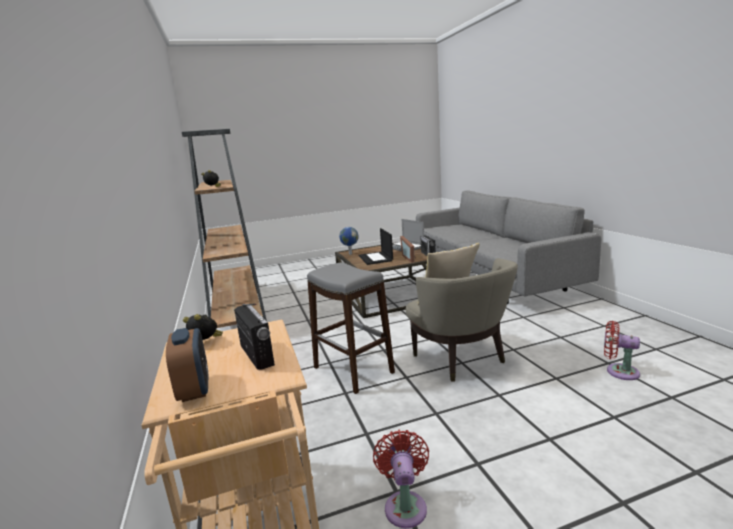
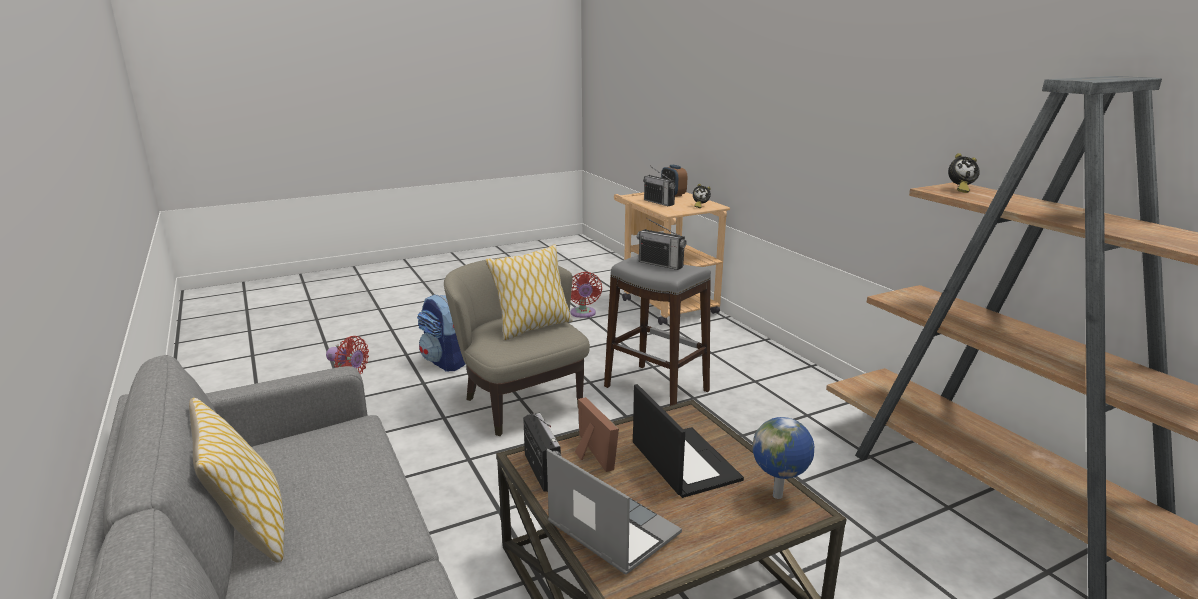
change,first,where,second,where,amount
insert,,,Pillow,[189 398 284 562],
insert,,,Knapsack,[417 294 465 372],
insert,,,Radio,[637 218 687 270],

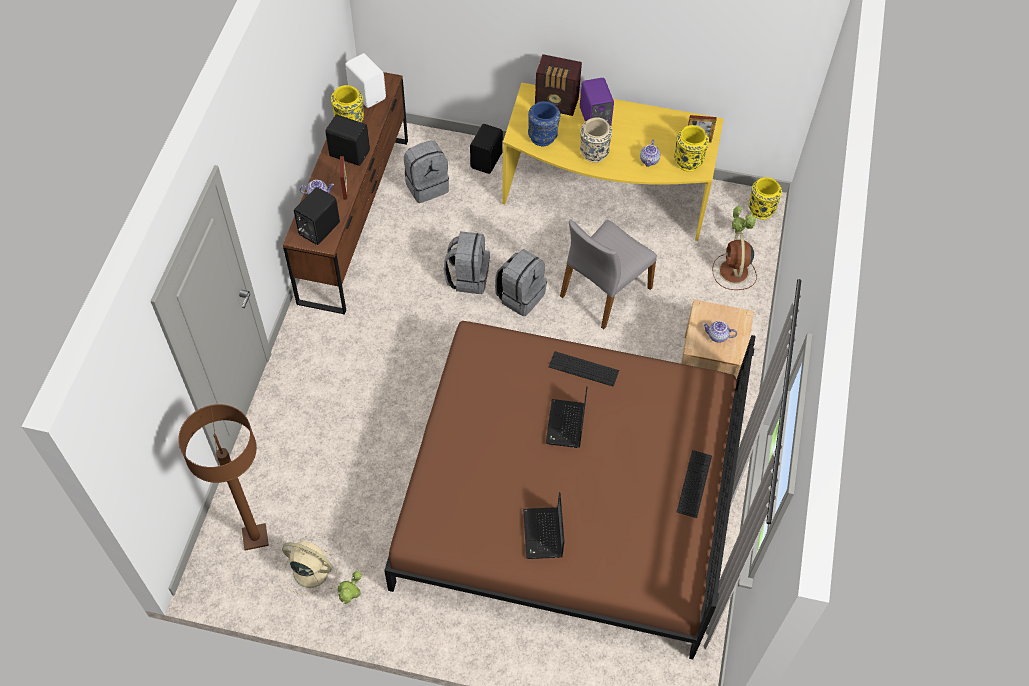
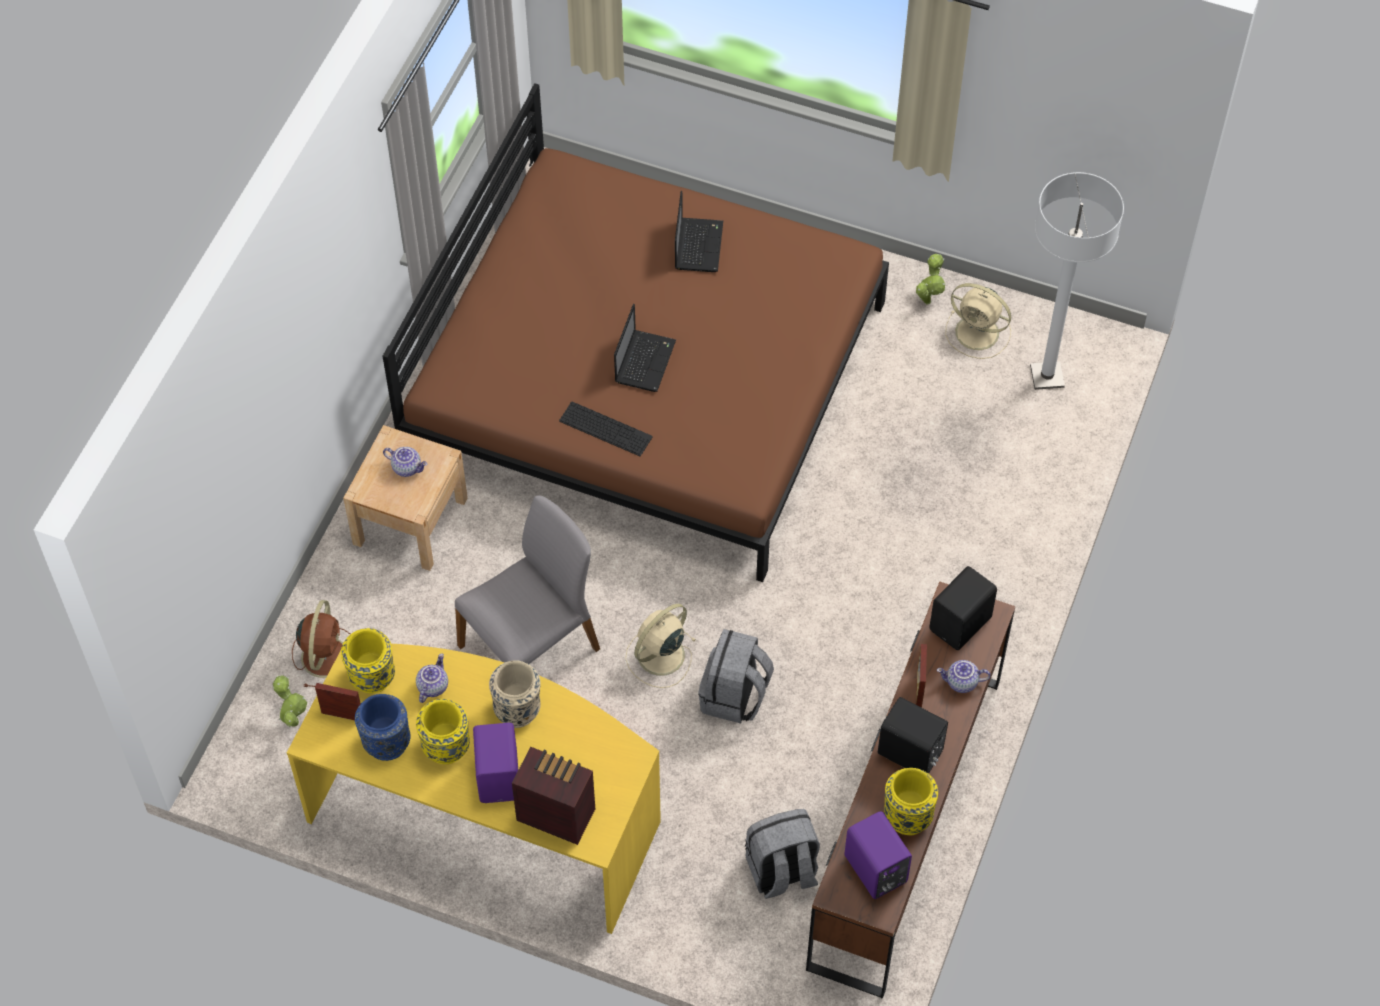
change,first,where,second,where,amount
move,BlueVase,[528 101 560 146],,[355 694 411 761],
move,YellowishVase,[749 177 782 219],,[416 699 470 764],
replace,GreyishKnapsack,[495 249 547 316],BeigeCoolingFan,[625 604 696 688],
recolor,WhiteSpeaker,[345 53 386 108],PurpleColouredSpeaker,[844 811 912 899],
recolor,BrownishStandardLamp,[178 404 269 551],WhiteStandardLamp,[1030 172 1124 390],
delete,BlackColouredSpeaker,[470 124 503 174],,,
delete,PcKeyboard,[677 450 712 518],,,

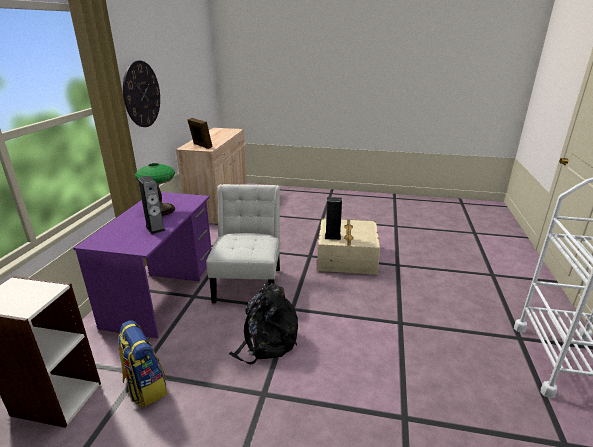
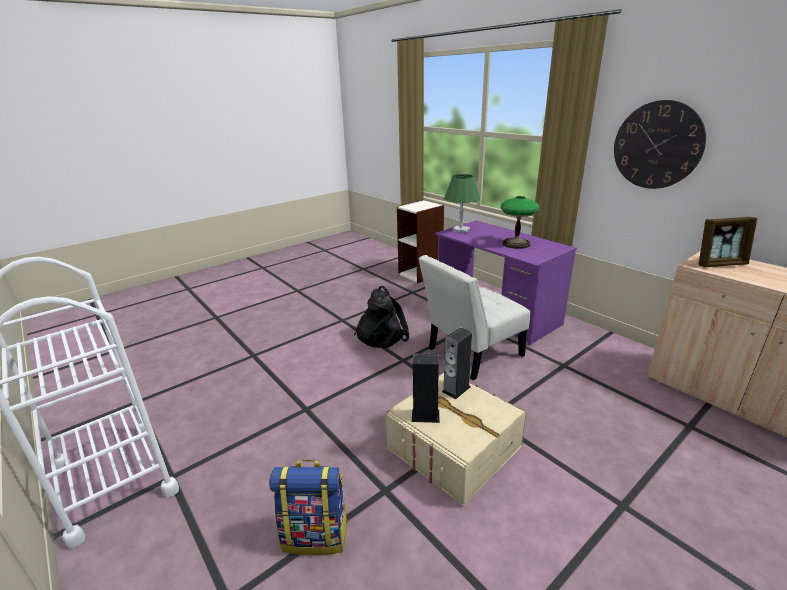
change,first,where,second,where,amount
move,Knapsack,[118 320 167 407],,[269 460 348 555],
move,Speaker,[138 176 165 234],,[412 354 440 423],
rotate,WhitePlainChair,[206 184 280 303],,[419 255 530 380],105 degrees clockwise
insert,,,GreenishTableLamp,[444 174 480 233],

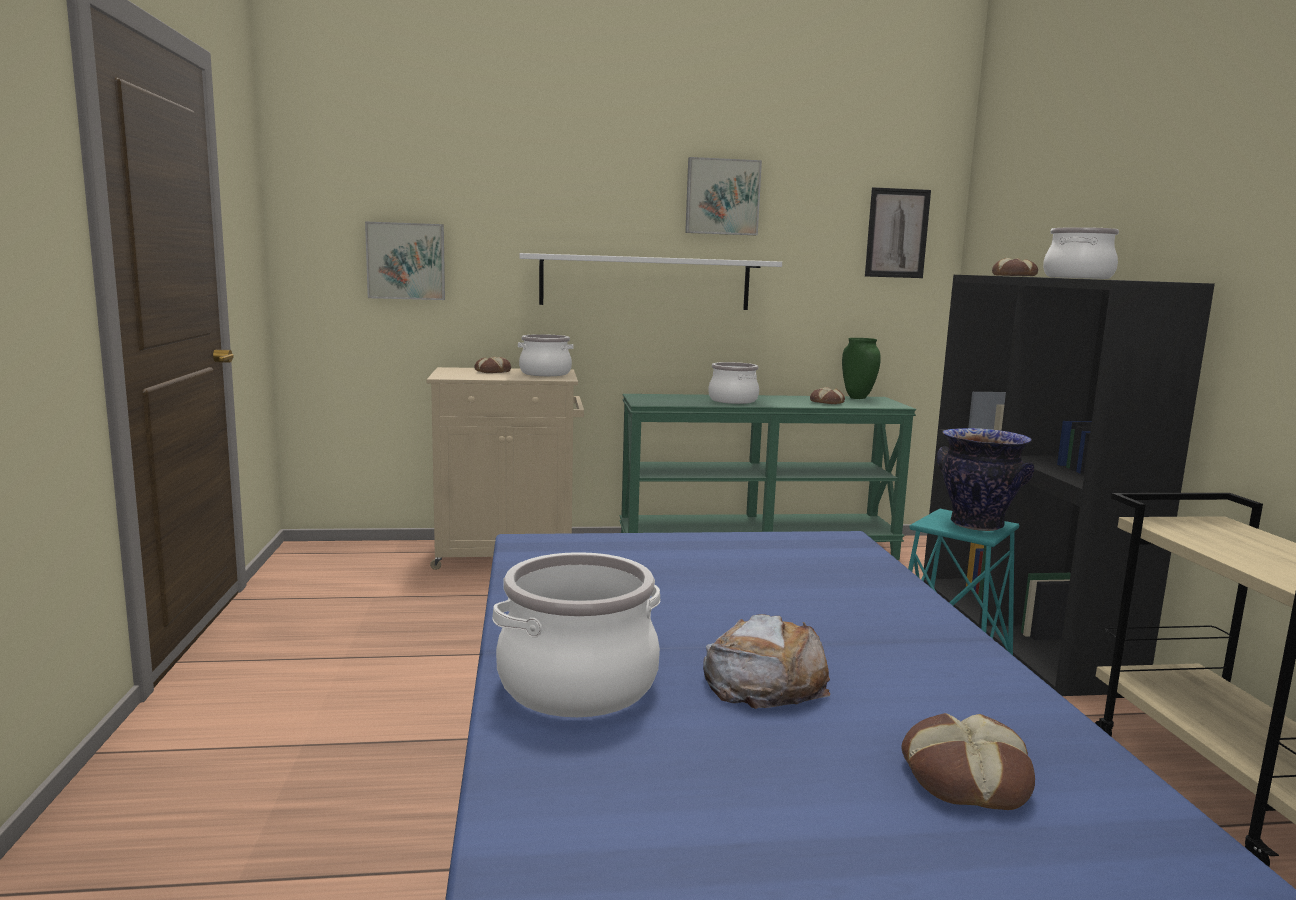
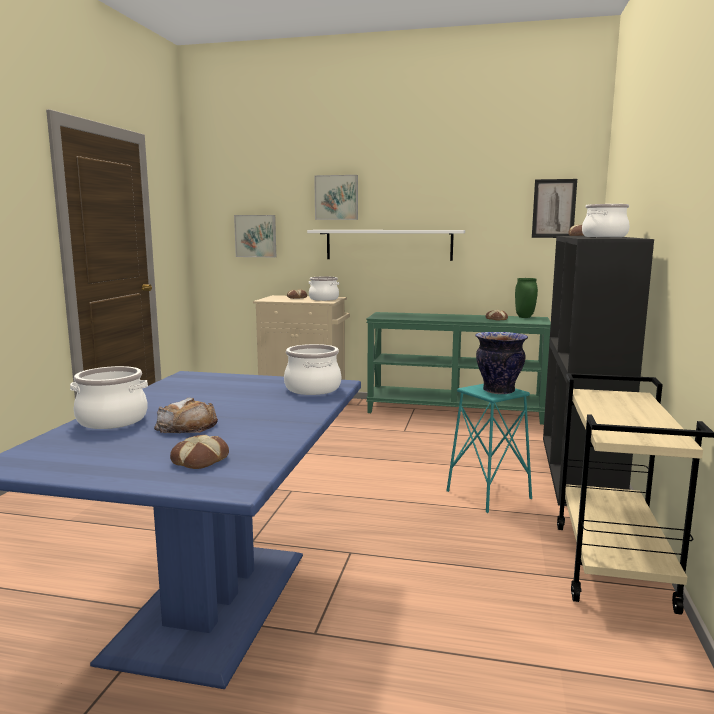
change,first,where,second,where,amount
move,Stockpot,[708 362 759 404],,[284 344 341 395],
move,Picture,[685 157 762 235],,[314 175 358 220],

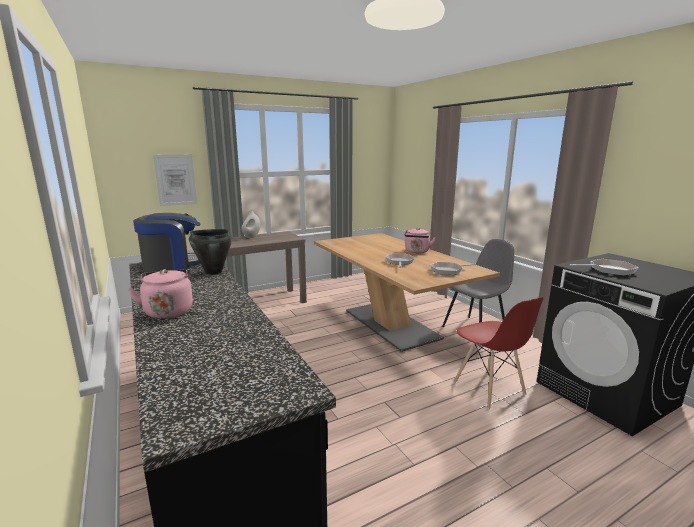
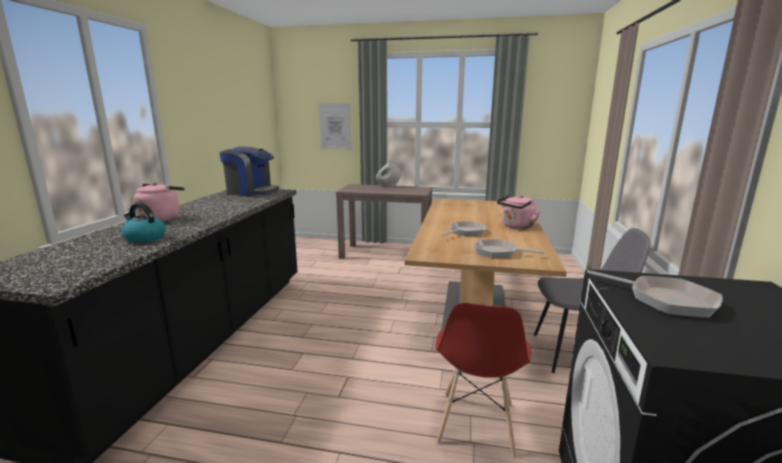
change,first,where,second,where,amount
insert,,,Kettle,[122 203 166 243],
delete,BlackColouredStockpot,[189 229 232 275],,,

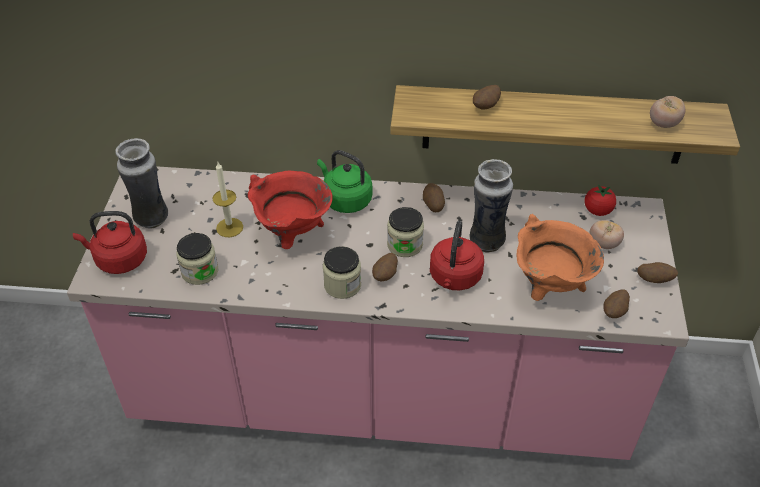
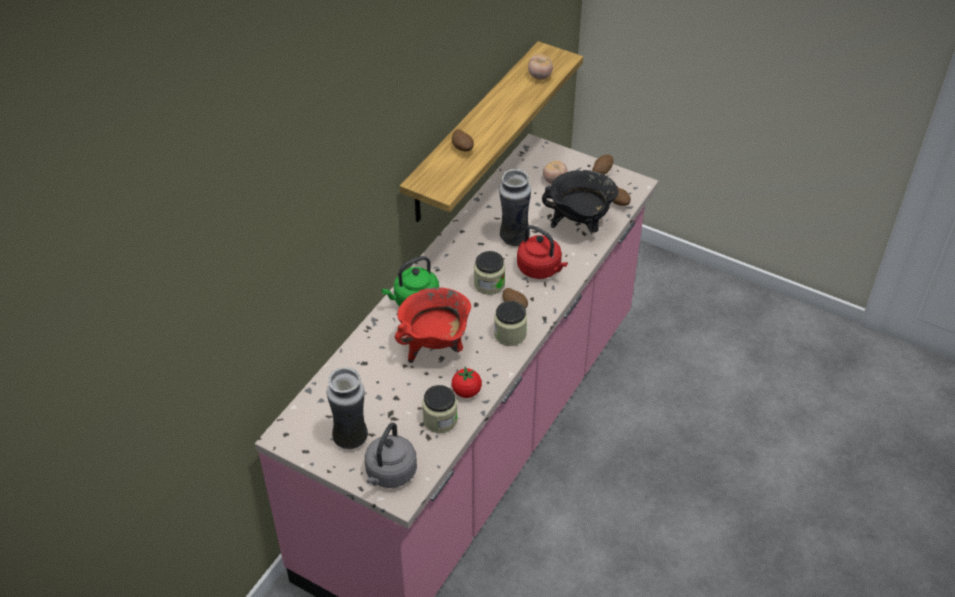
change,first,where,second,where,amount
recolor,ReddishKettle,[73 211 147 274],GreyishKettle,[365 422 417 488],
move,FreshTomato,[584 184 616 216],,[452 367 482 398],
recolor,OrangeyStockpot,[517 214 604 301],BlackColouredStockpot,[542 170 619 233],
delete,WaxCandle,[212 162 243 237],,,
delete,WholePotato,[423 183 445 212],,,

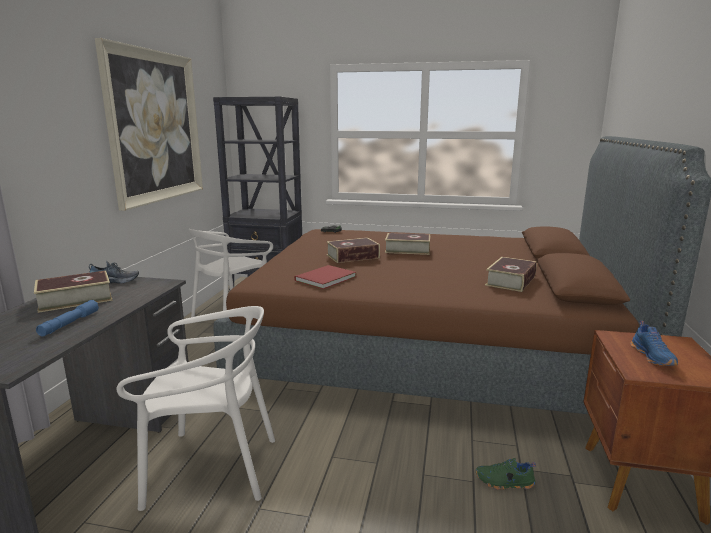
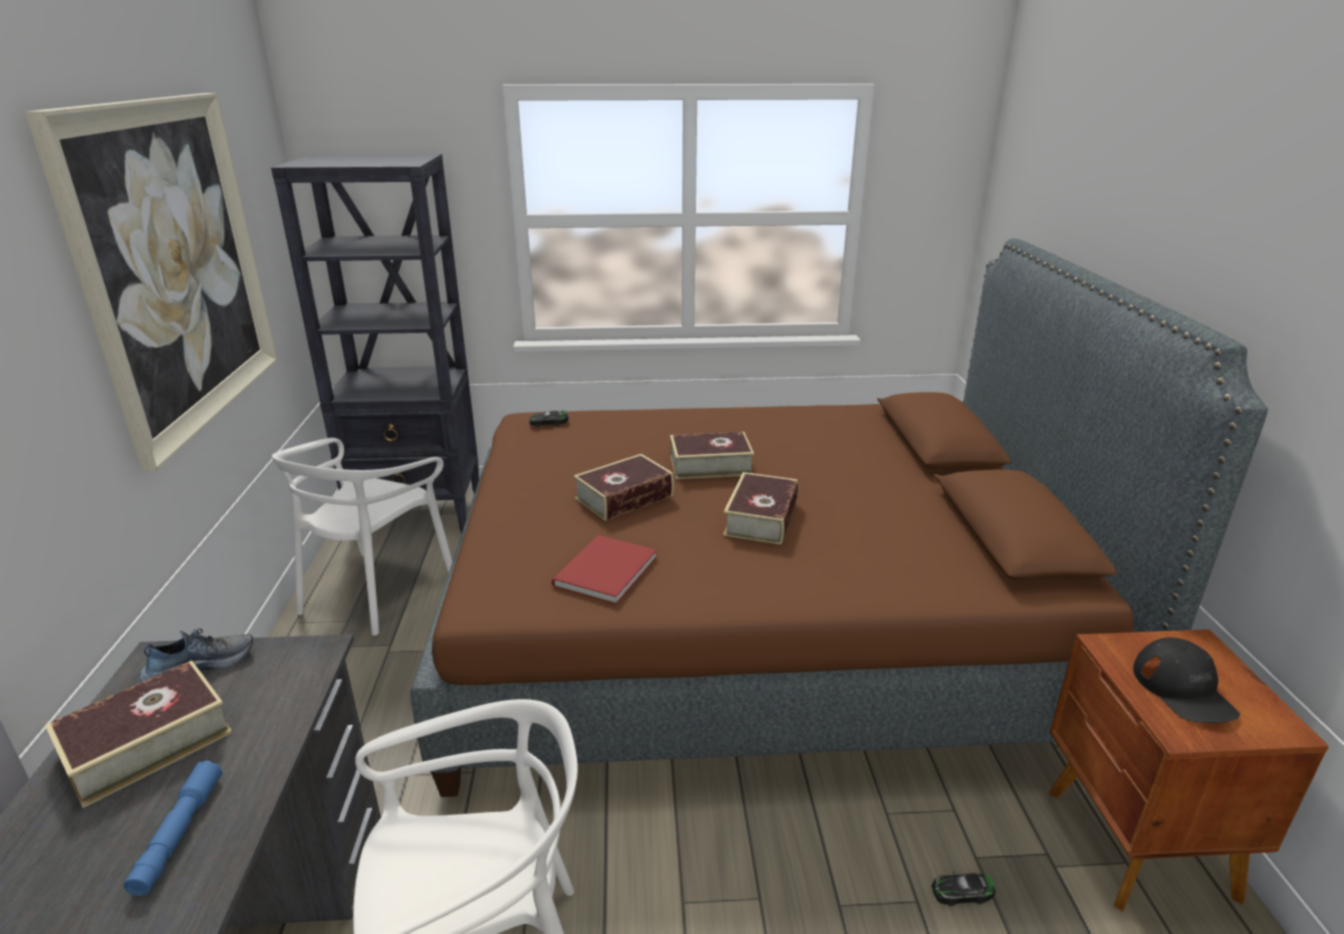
change,first,where,second,where,amount
move,Volume,[485 257 537 292],,[723 472 798 545],
replace,GreenishShoe,[476 458 536 490],ModelCar,[932 871 996 906],
replace,BlueShoe,[631 321 678 366],BlackColouredBaseballCap,[1133 637 1240 723],

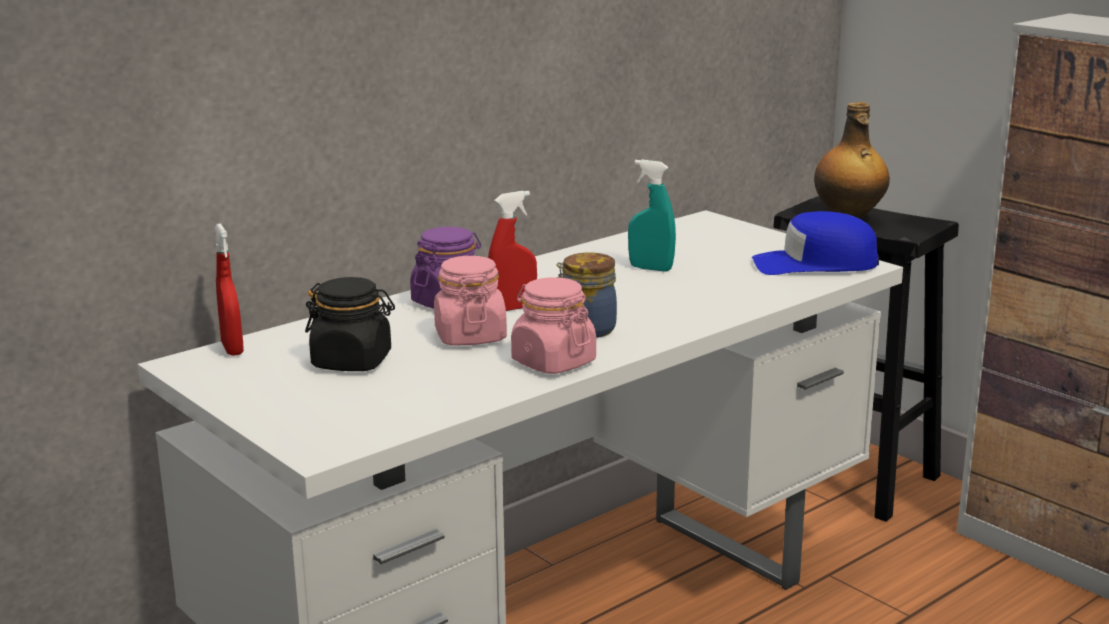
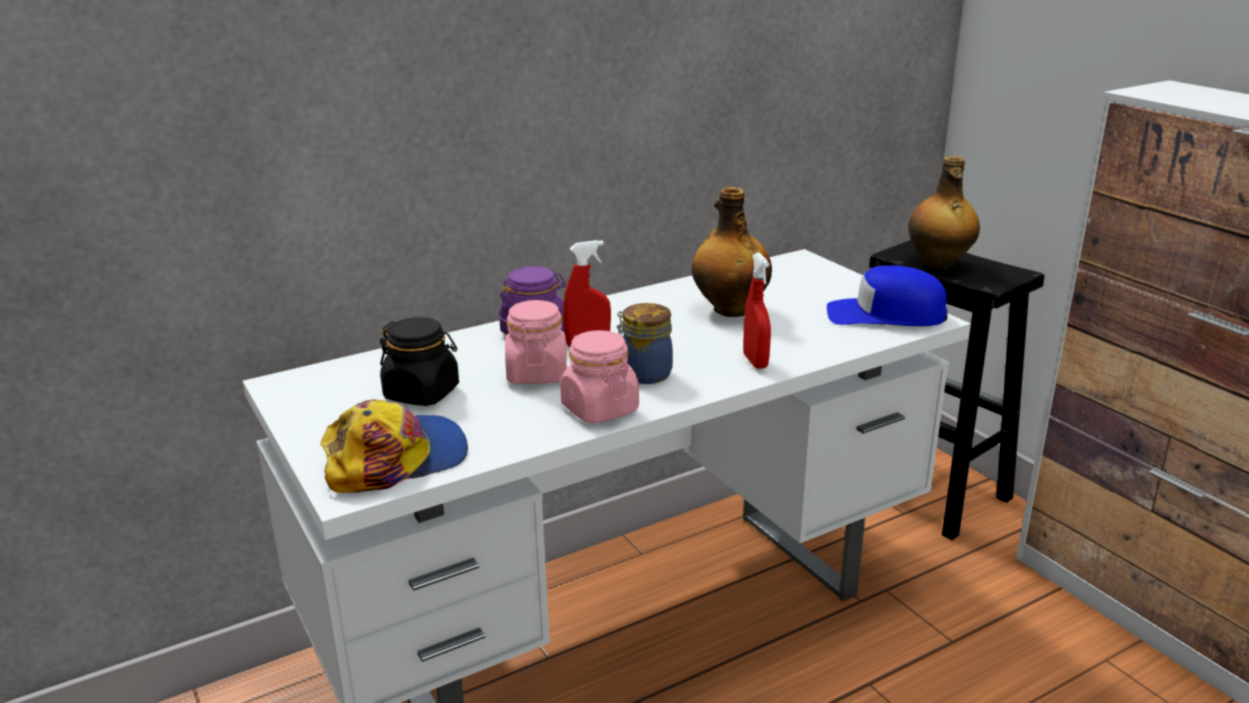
change,first,where,second,where,amount
insert,,,BaseballCap,[320 399 468 493],
replace,BlueGreenHandSprayer,[628 160 676 272],DrinkBottle,[692 187 772 317],
move,ReddishHandSprayer,[215 224 244 356],,[743 253 771 369],

